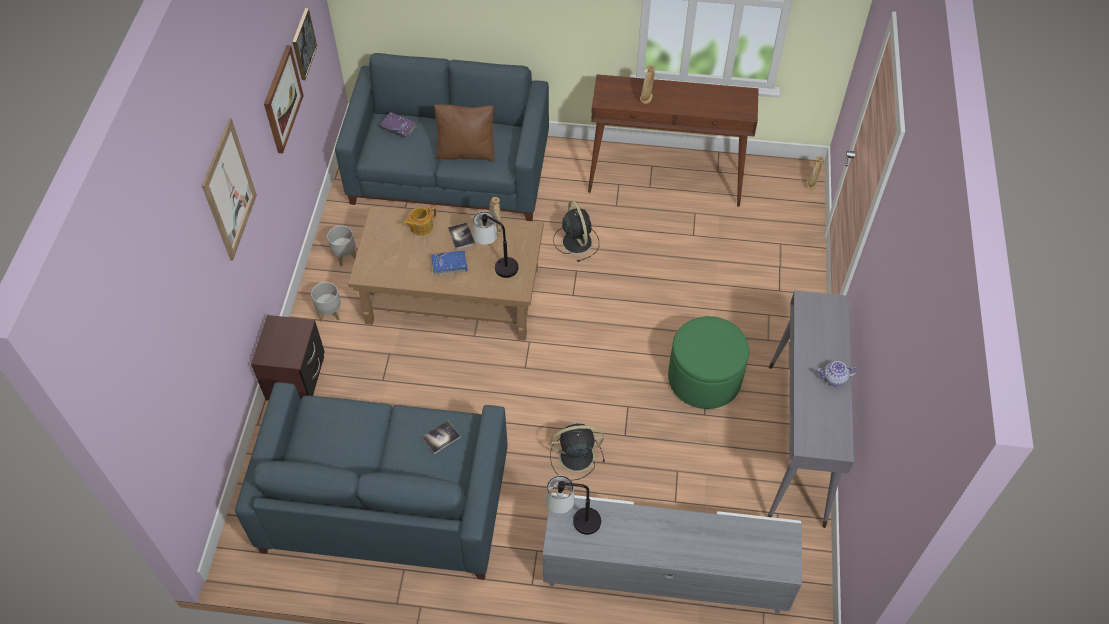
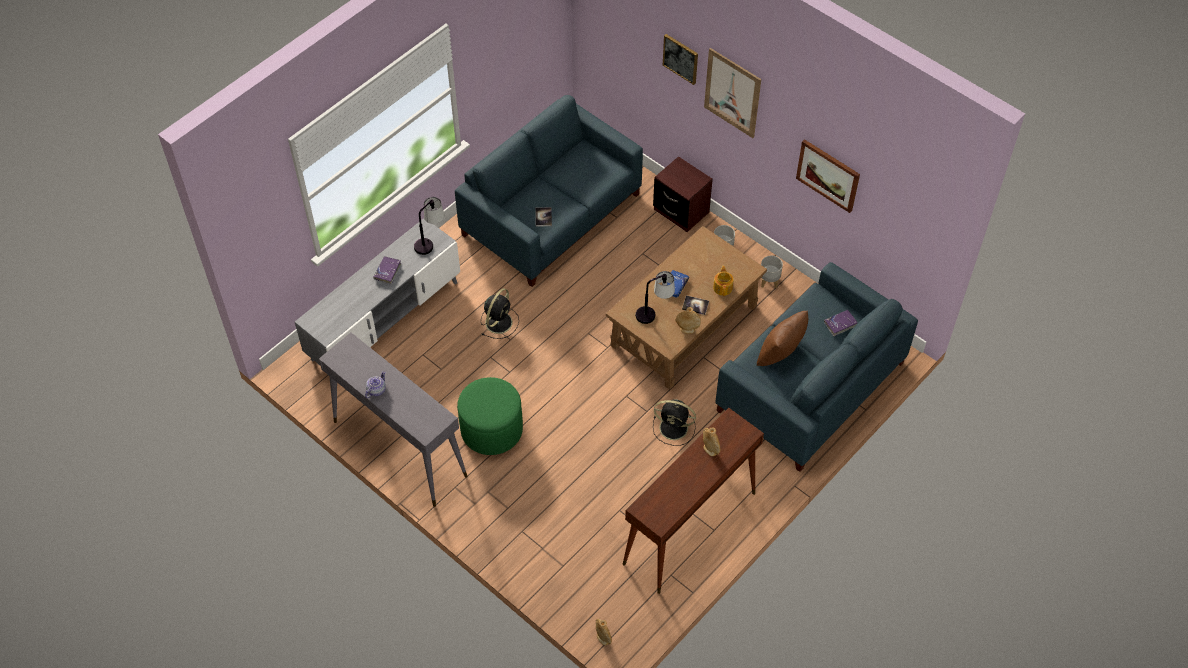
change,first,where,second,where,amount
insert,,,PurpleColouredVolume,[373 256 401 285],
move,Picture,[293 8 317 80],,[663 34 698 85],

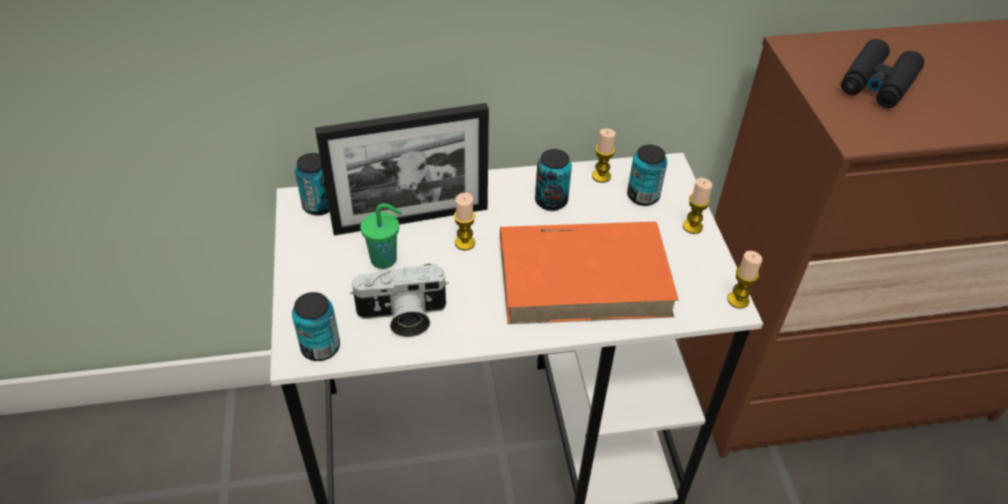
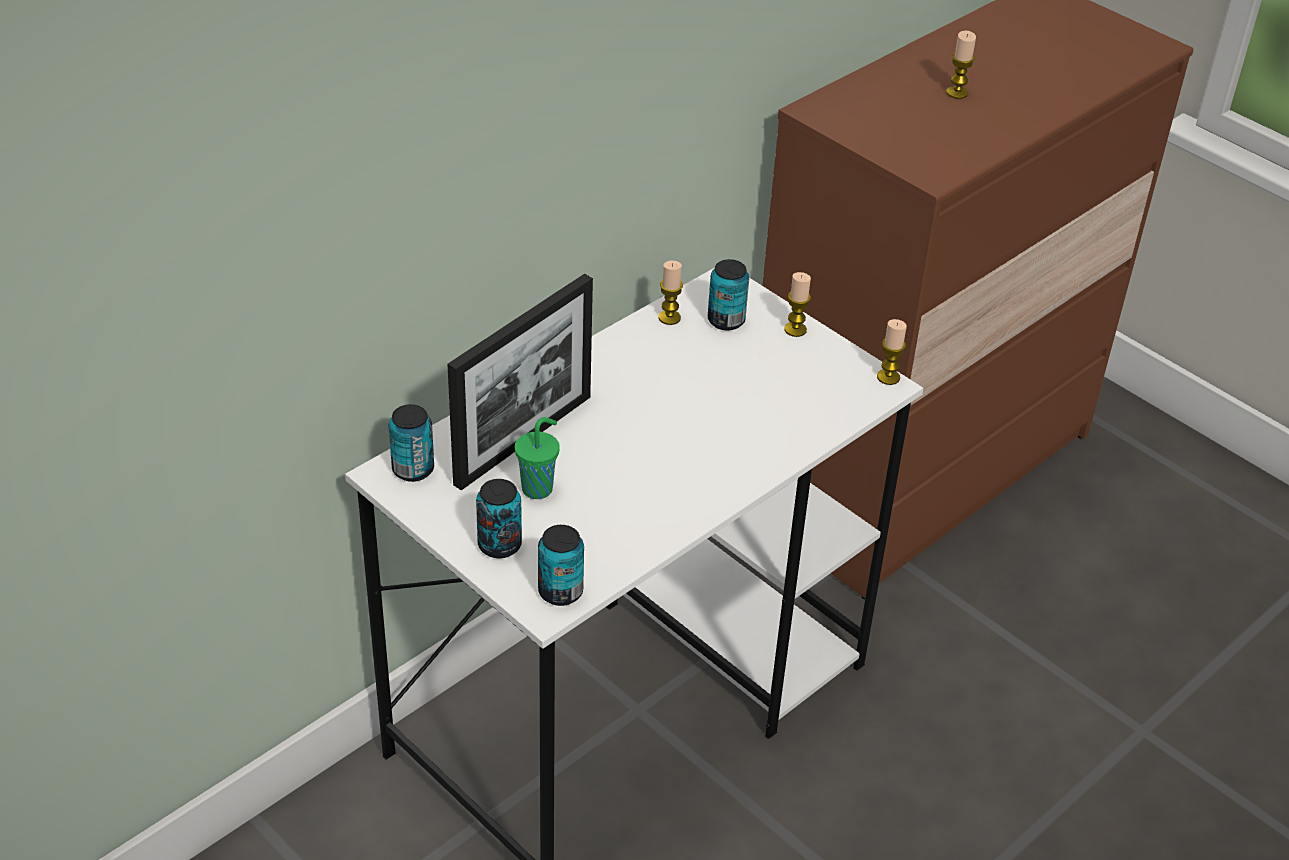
change,first,where,second,where,amount
move,Can,[535 149 572 211],,[476 479 522 558],
move,WaxCandle,[454 193 475 251],,[946 31 976 99],
delete,PhotoCamera,[350 264 449 337],,,
delete,OrangeyVolume,[500 222 679 324],,,
delete,BlackColouredBinoculars,[841 39 924 108],,,

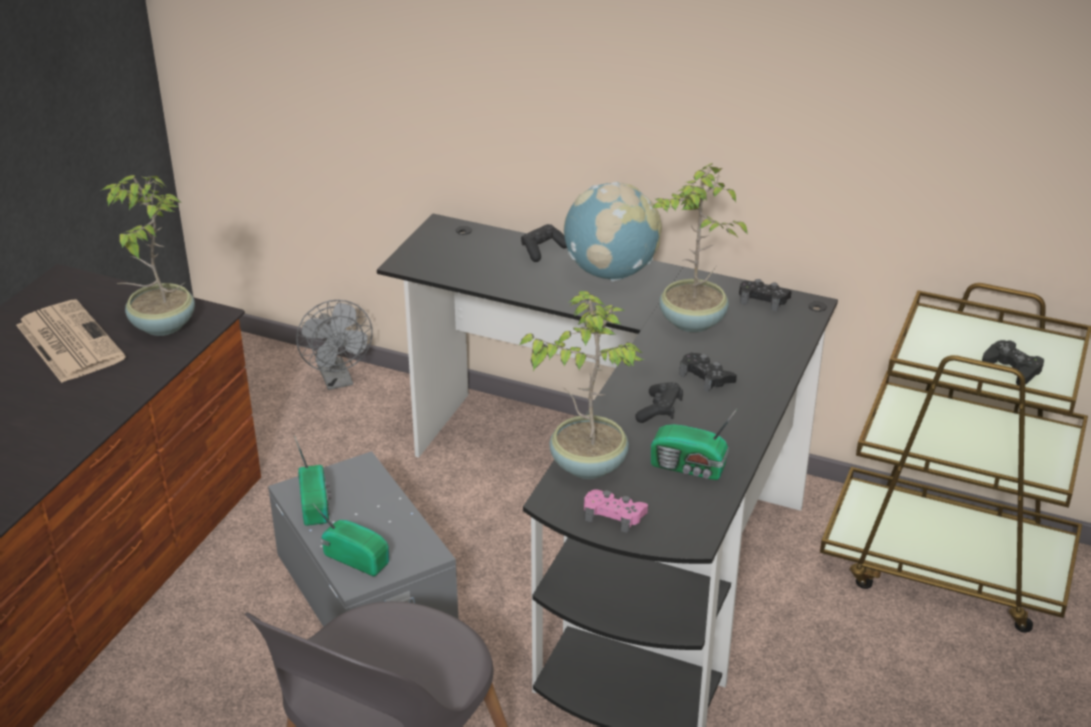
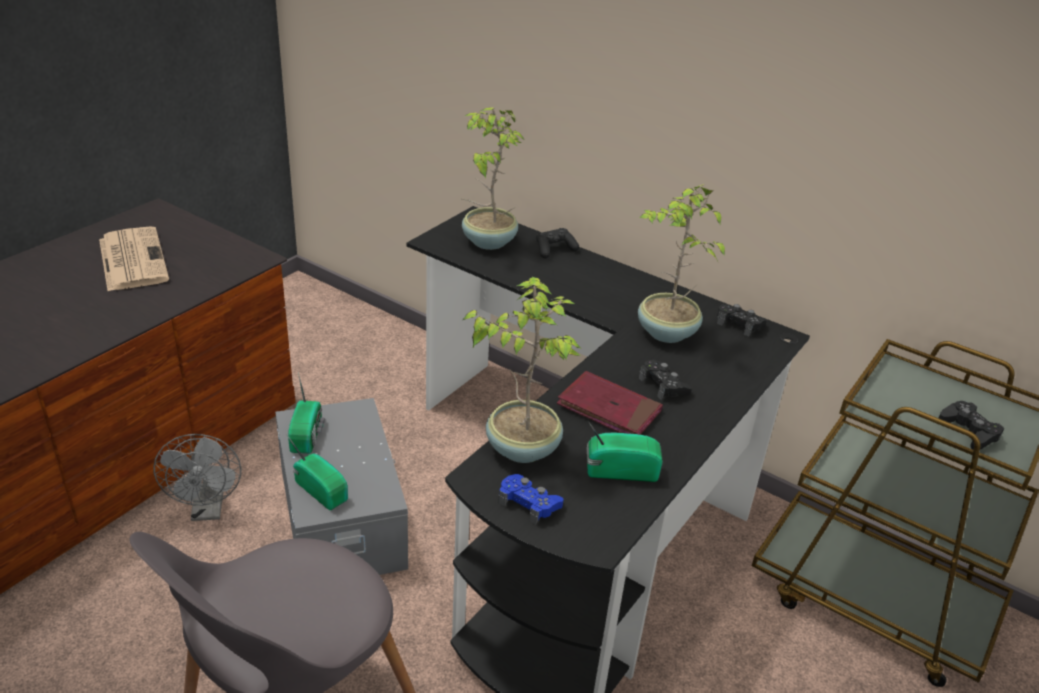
change,first,where,second,where,amount
move,GreyishCoolingFan,[296 300 373 390],,[154 434 241 521],
move,PlantInAPot,[100 175 195 336],,[462 107 525 250],
recolor,PinkGameController,[584 489 648 533],BlueGameController,[498 474 564 525],
replace,BlackColouredGameController,[635 382 683 423],ReddishVolume,[557 371 663 435],
rotate,Radio,[651 409 737 480],,[587 422 663 482],150 degrees clockwise
delete,DeskGlobe,[564 182 662 282],,,

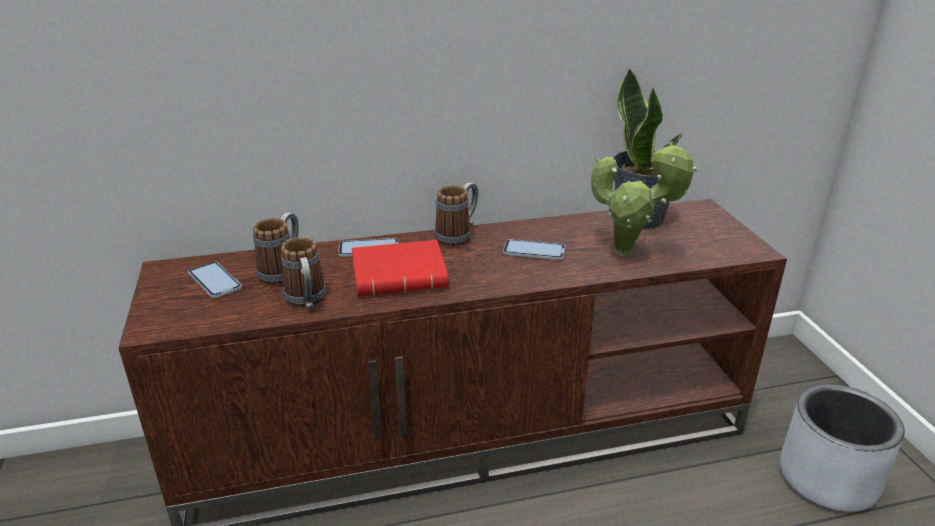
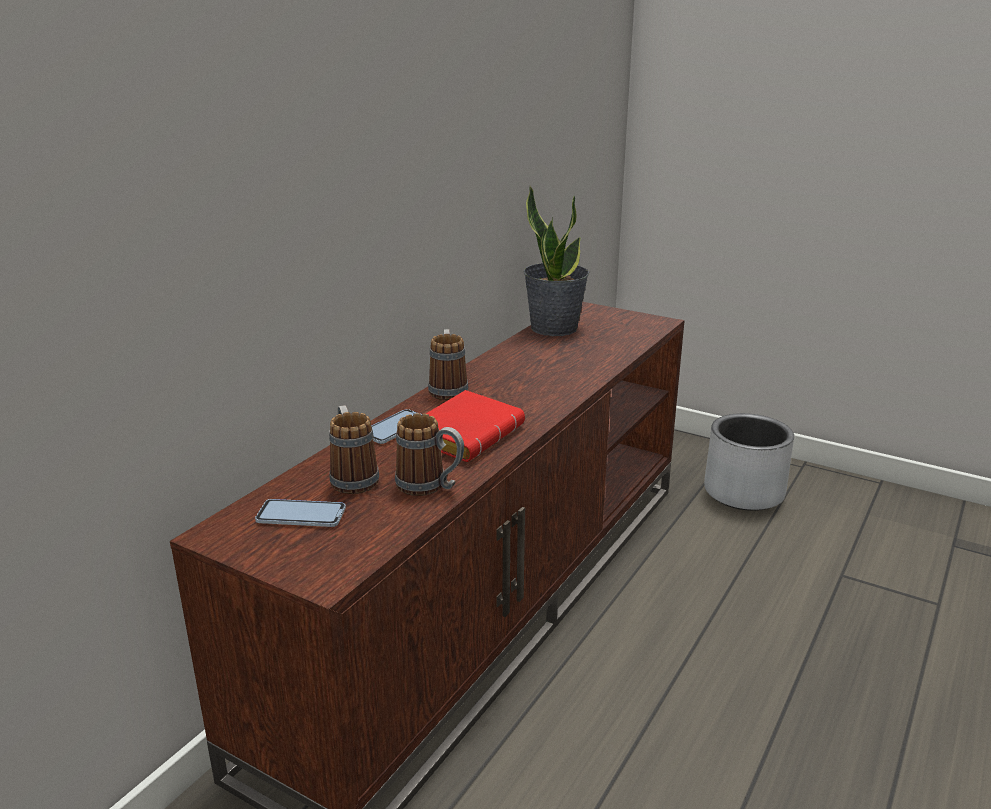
change,first,where,second,where,amount
delete,Telephone,[503 239 565 260],,,
delete,PlantInAPot,[591 141 697 256],,,

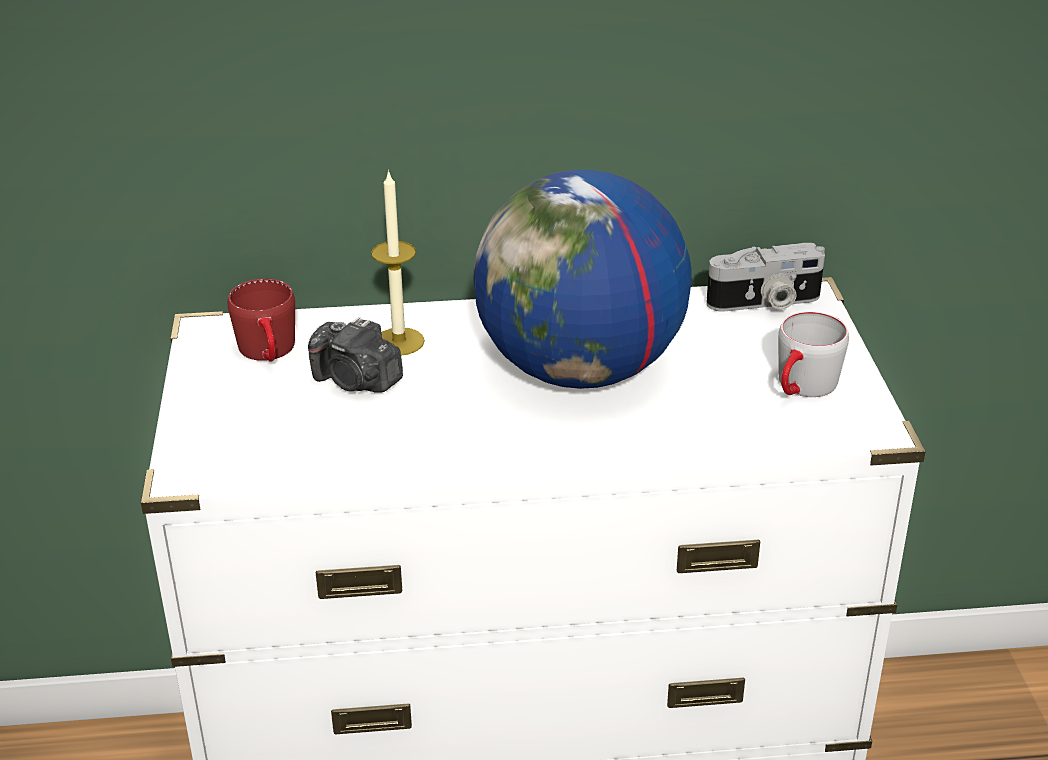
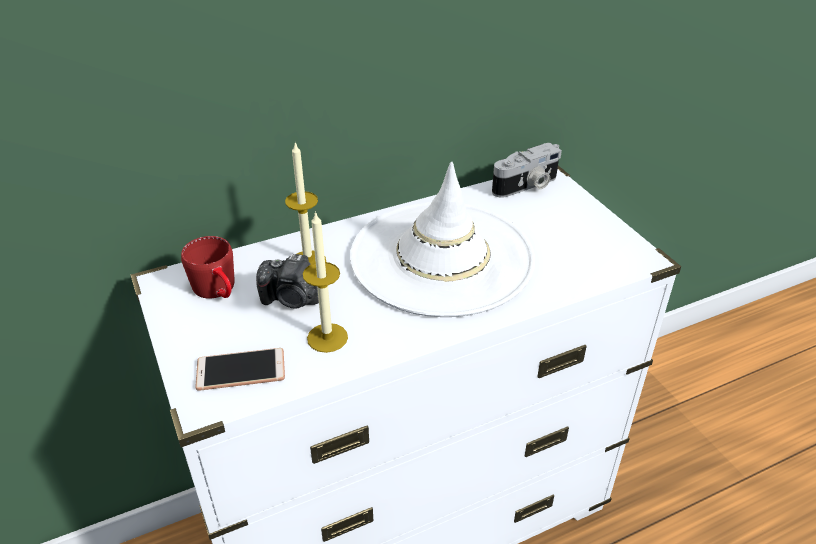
change,first,where,second,where,amount
insert,,,Telephone,[196 348 285 391],
insert,,,WaxCandle,[303 211 348 353],
replace,DeskGlobe,[473 170 692 389],WhiteHat,[350 161 535 317],
delete,GreyishTeaMug,[778 311 849 397],,,

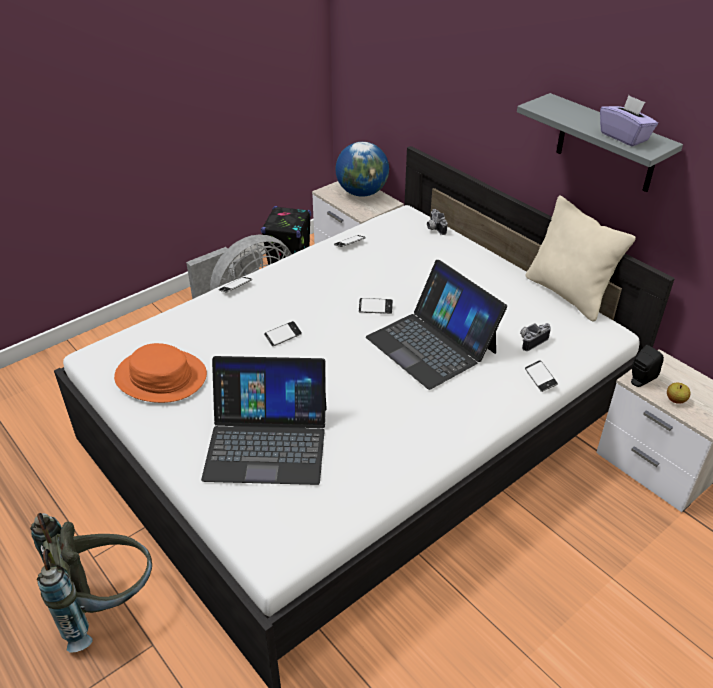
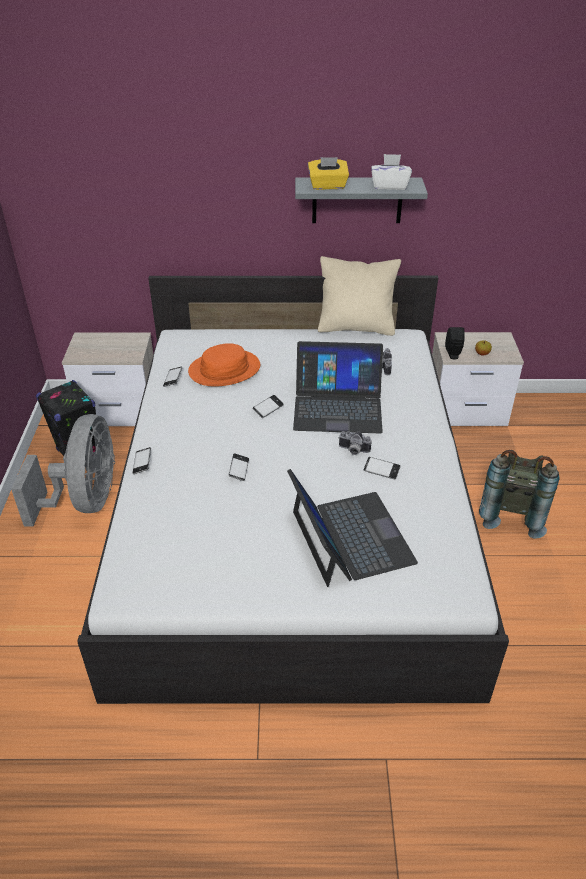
change,first,where,second,where,amount
move,OrangeyHat,[114 343 207 403],,[188 343 260 387],
rotate,Laptop,[201 356 327 485],,[287 469 418 587],60 degrees counterclockwise
insert,,,YellowishTissueBox,[308 157 349 190],
move,PhotoCamera,[427 209 447 235],,[338 431 372 455],
move,Telephone,[525 360 558 392],,[364 457 400 479],
recolor,PurpleColouredTissueBox,[600 95 658 147],WhiteTissueBox,[371 154 412 190],
move,GreyishKnapsack,[30 513 152 652],,[479 450 560 539],
delete,DeskGlobe,[335 142 389 197],,,

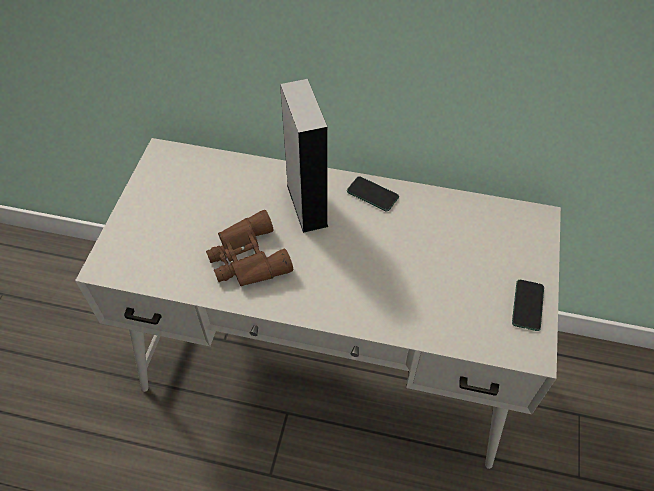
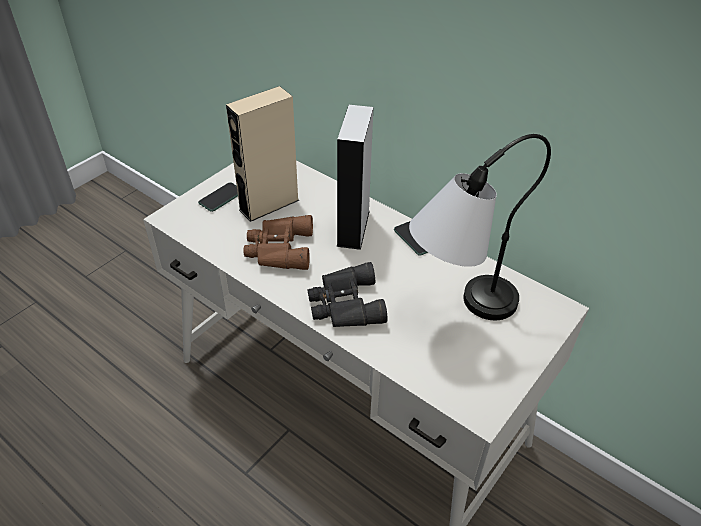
change,first,where,second,where,amount
move,Telephone,[512 280 544 331],,[198 182 238 212],
insert,,,BeigeSpeaker,[226 86 299 222],
insert,,,BlackColouredBinoculars,[308 262 388 327],
insert,,,TableLamp,[409 134 551 320],

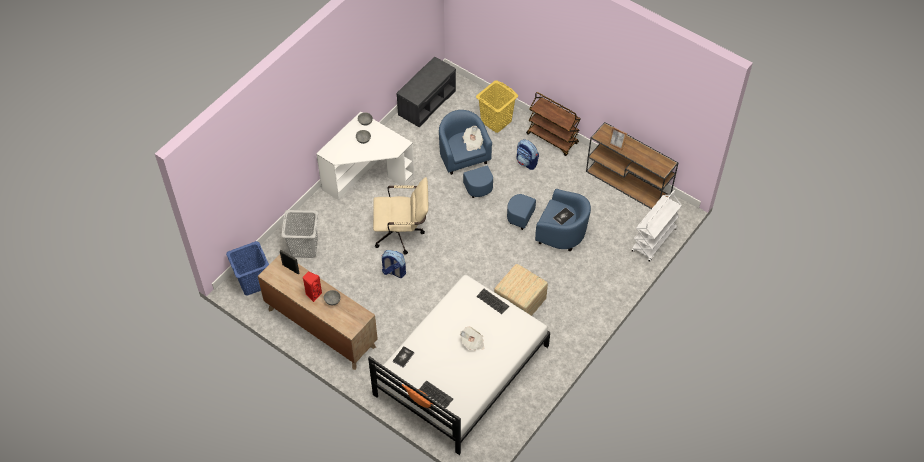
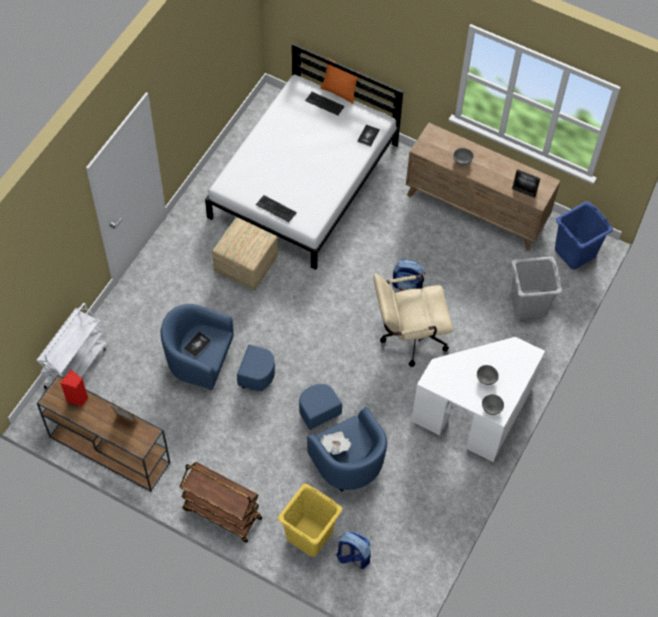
change,first,where,second,where,amount
move,ReddishSpeaker,[303 271 322 302],,[60 369 88 407],
move,Knapsack,[516 139 539 170],,[337 531 371 569],
delete,GreyishLongSeat,[397 57 456 128],,,
delete,Newspaper,[460 327 484 350],,,

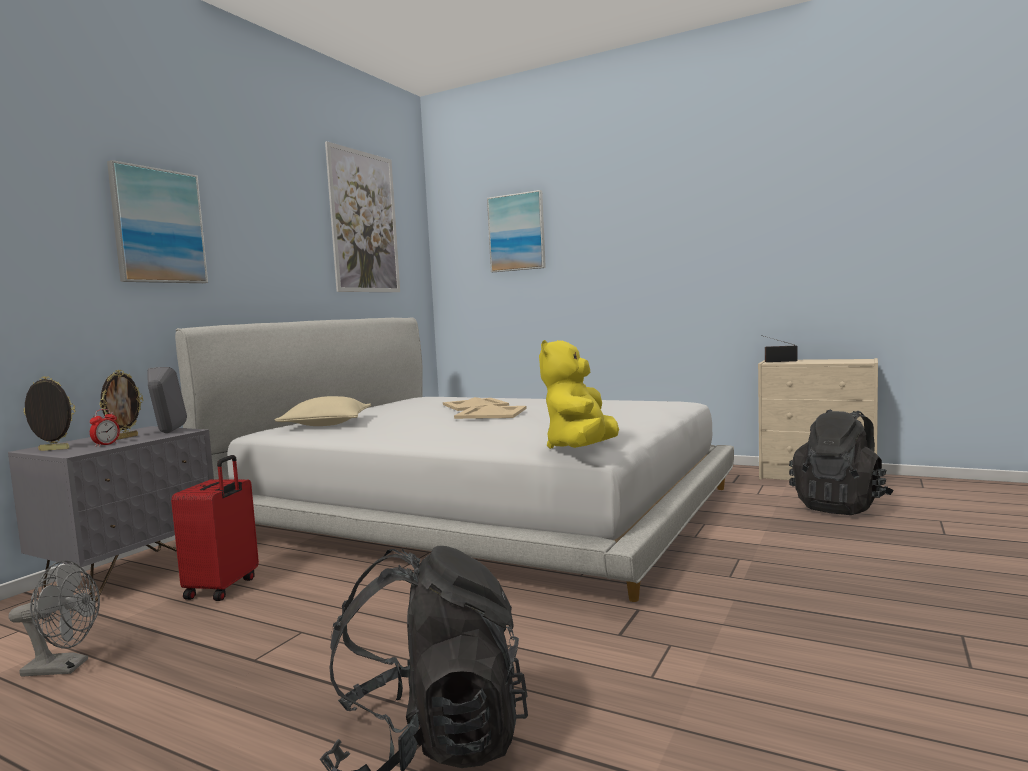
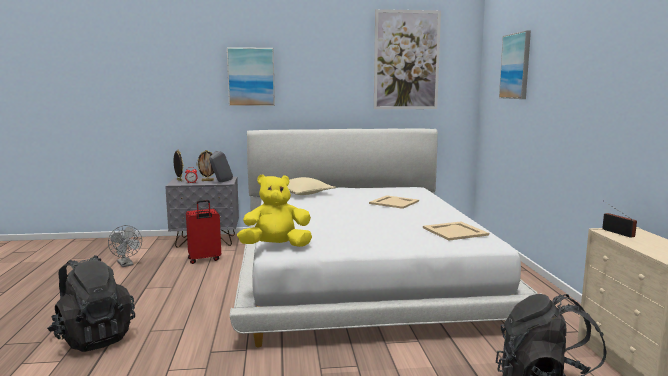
change,first,where,second,where,amount
move,BeigeTray,[454 404 527 419],,[423 222 489 241],

